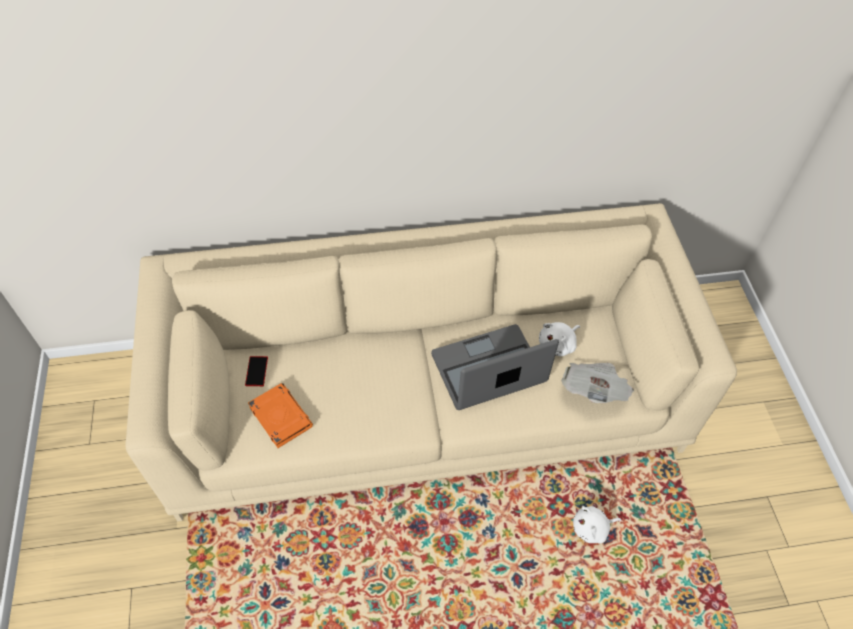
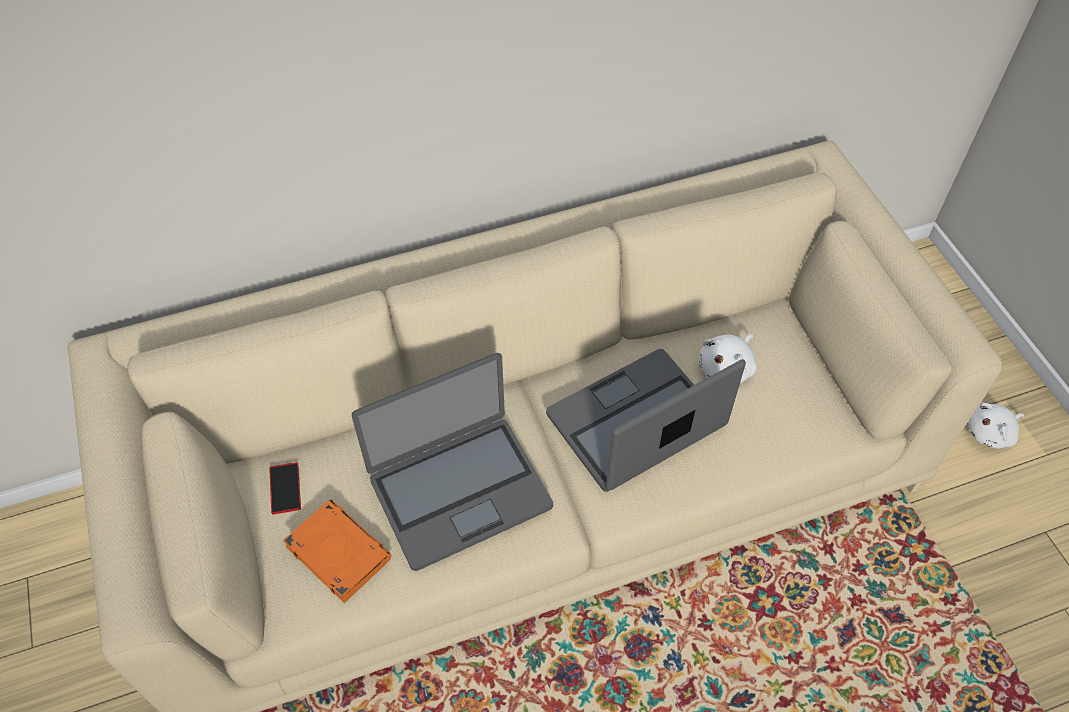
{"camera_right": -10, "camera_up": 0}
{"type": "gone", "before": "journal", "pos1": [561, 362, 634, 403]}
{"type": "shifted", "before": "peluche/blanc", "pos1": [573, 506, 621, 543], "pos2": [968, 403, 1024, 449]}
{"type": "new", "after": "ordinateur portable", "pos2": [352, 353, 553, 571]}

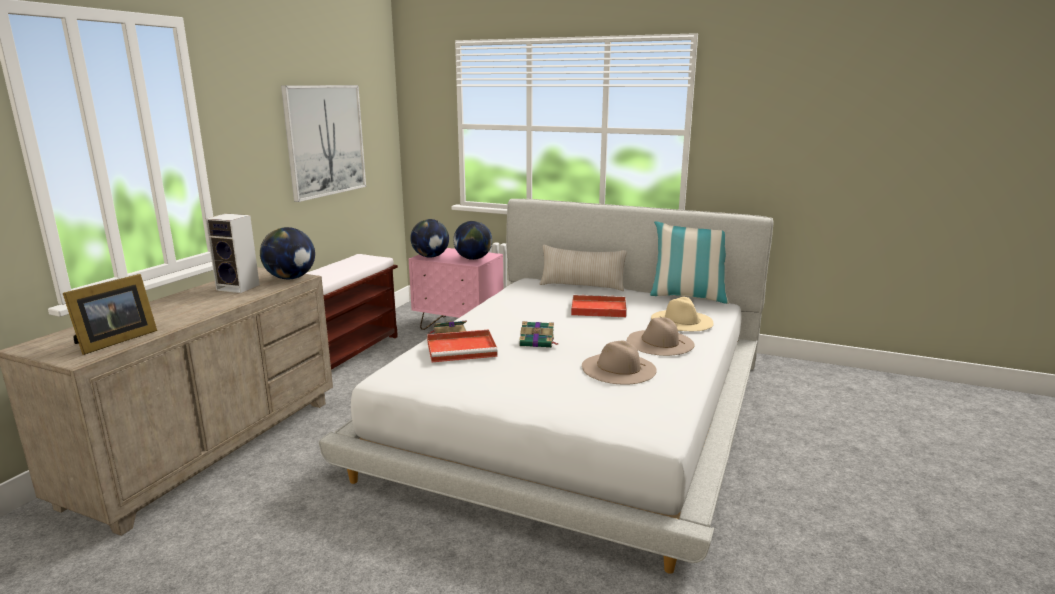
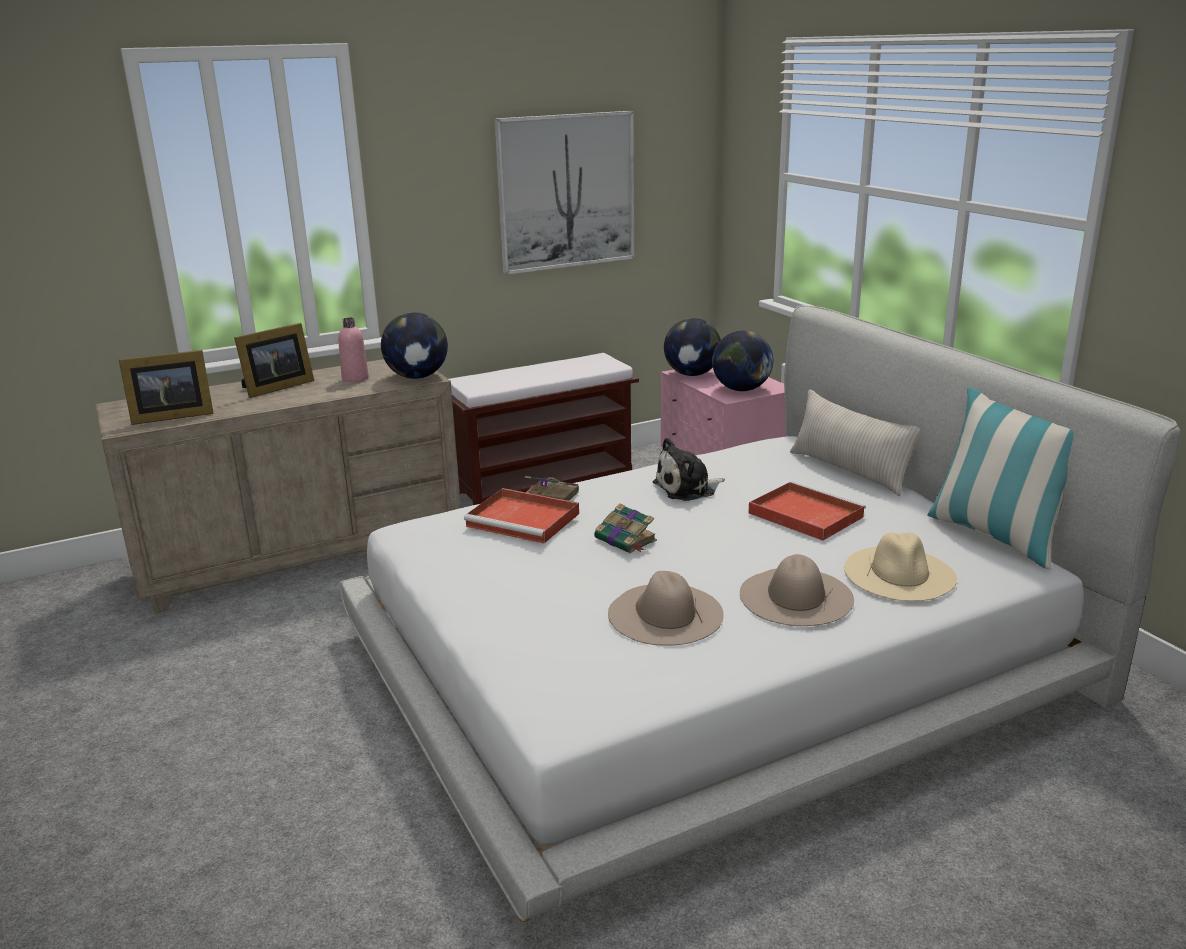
{"camera_right": 40, "camera_up": 5}
{"type": "swapped", "before": "enceinte", "after": "bouteille/rose", "pos1": [205, 213, 260, 293], "pos2": [338, 317, 369, 382]}
{"type": "new", "after": "cadre photo", "pos2": [234, 323, 314, 398]}
{"type": "new", "after": "peluche", "pos2": [653, 437, 725, 501]}

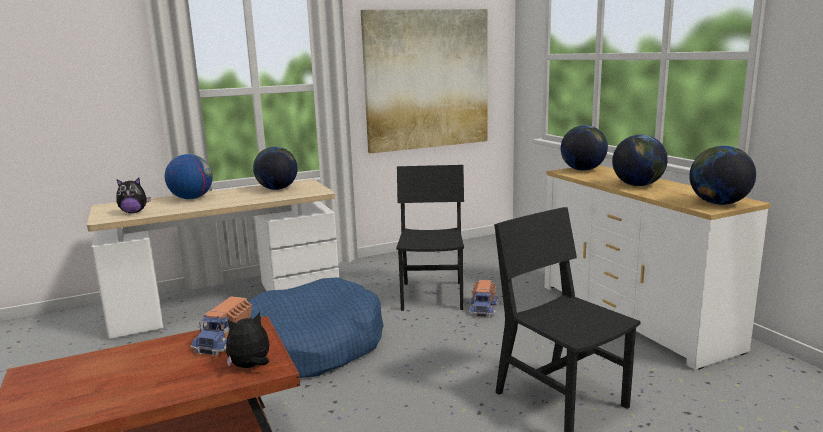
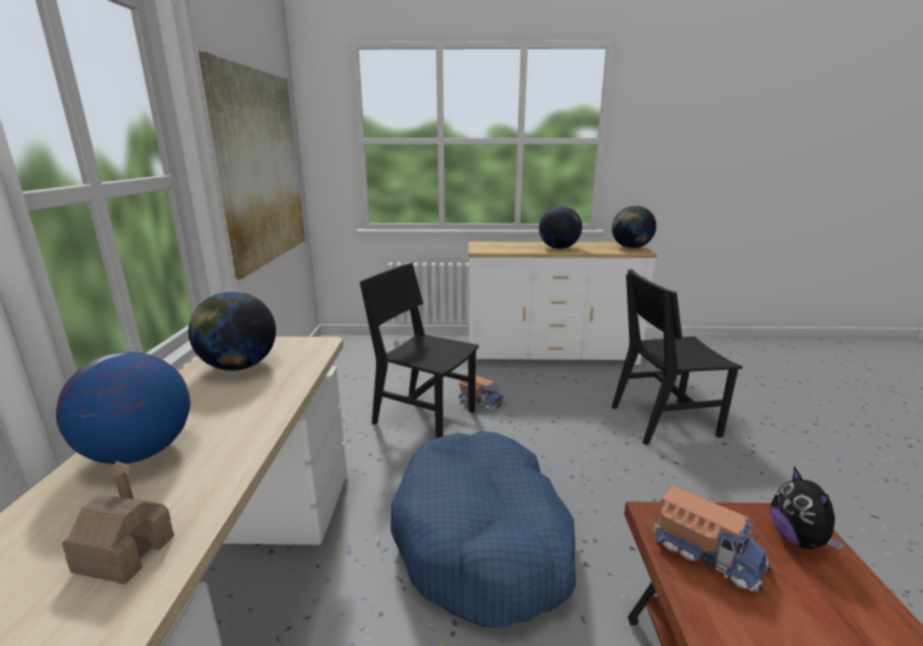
{"camera_right": -65, "camera_up": 5}
{"type": "gone", "before": "globe", "pos1": [561, 125, 608, 171]}
{"type": "swapped", "before": "peluche", "after": "maison miniature", "pos1": [116, 178, 151, 213], "pos2": [62, 461, 174, 585]}

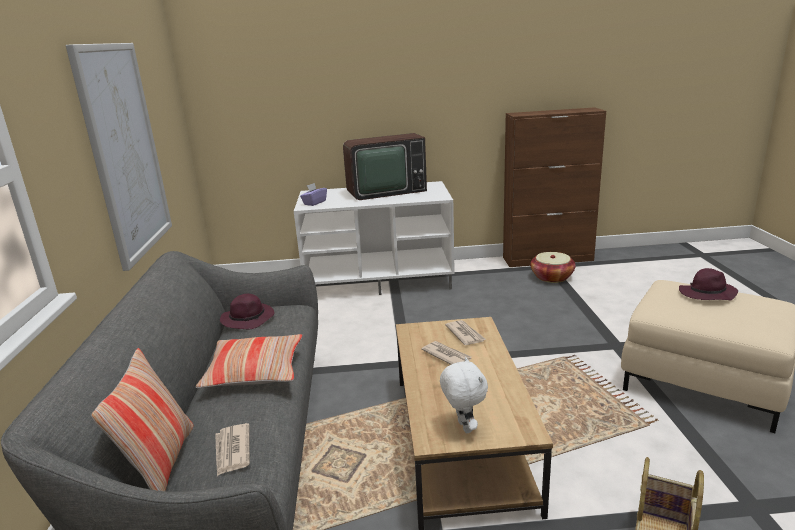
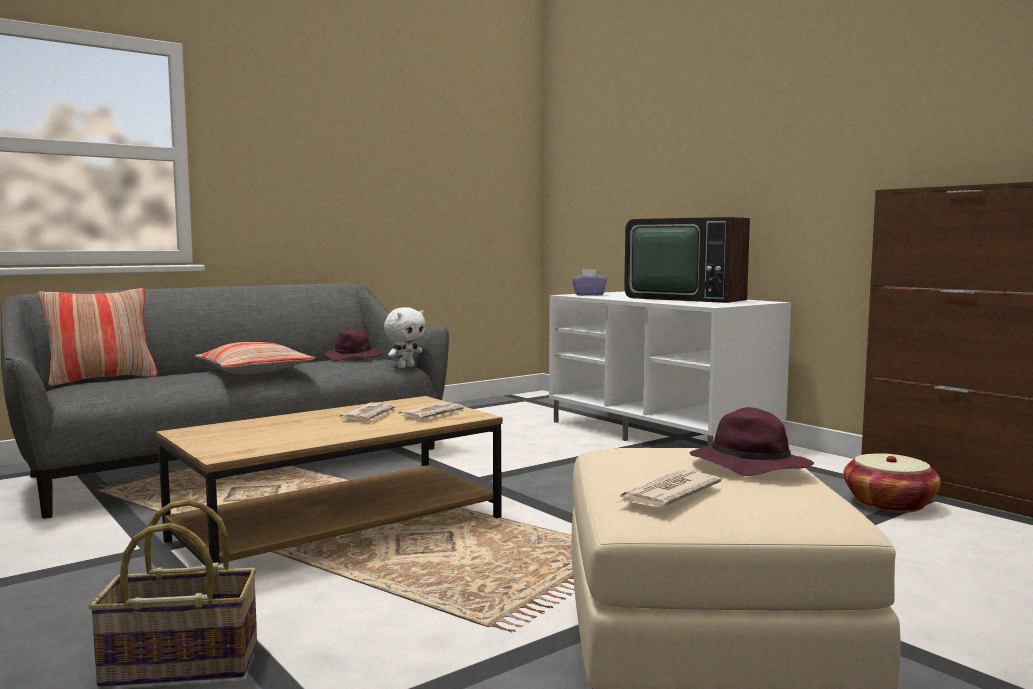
{"camera_right": 55, "camera_up": -15}
{"type": "gone", "before": "tableau", "pos1": [66, 43, 172, 271]}
{"type": "shifted", "before": "peluche/blanc", "pos1": [440, 357, 488, 433], "pos2": [384, 307, 426, 368]}
{"type": "shifted", "before": "journal", "pos1": [215, 423, 250, 476], "pos2": [618, 470, 722, 507]}

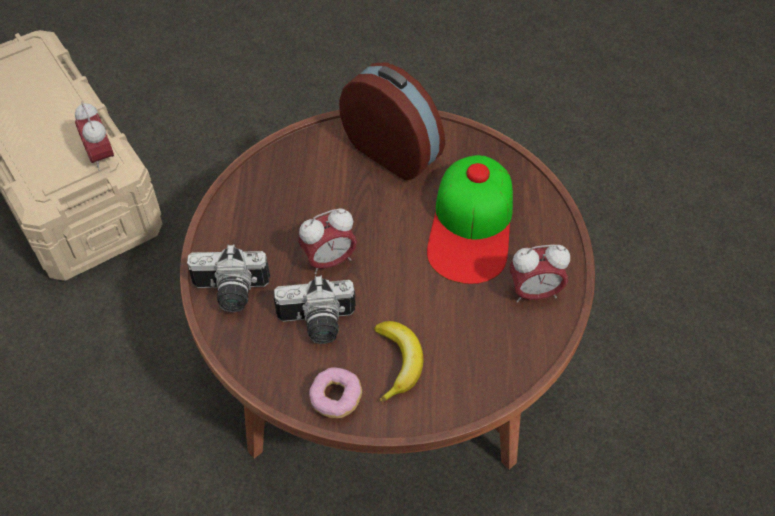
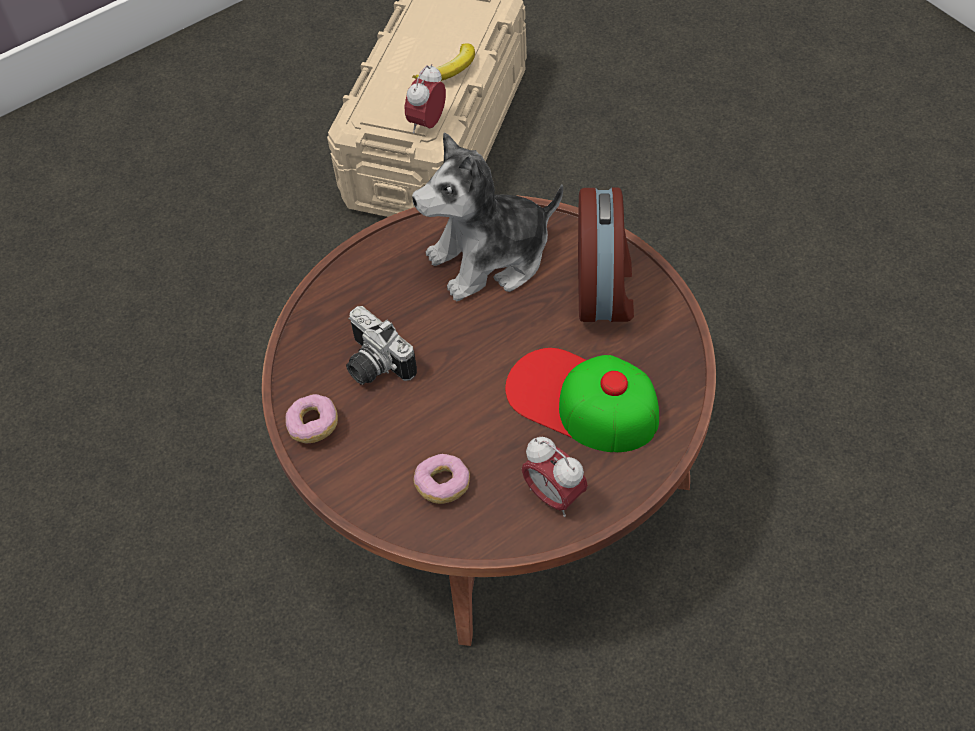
{"camera_right": 55, "camera_up": 0}
{"type": "rotated", "before": "casquette", "pos1": [427, 155, 513, 284], "pos2": [505, 348, 659, 452], "turn": 60}
{"type": "gone", "before": "réveil", "pos1": [299, 209, 357, 274]}
{"type": "gone", "before": "appareil photo", "pos1": [187, 244, 270, 312]}
{"type": "shifted", "before": "banane", "pos1": [374, 321, 423, 402], "pos2": [412, 43, 475, 81]}
{"type": "new", "after": "peluche", "pos2": [412, 132, 563, 301]}
{"type": "new", "after": "beignet", "pos2": [414, 454, 470, 504]}

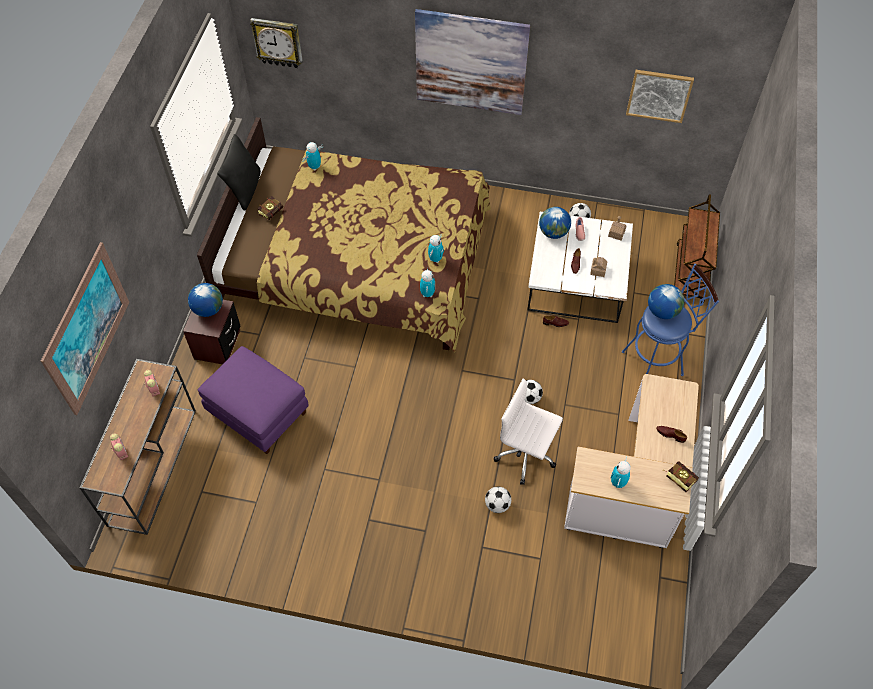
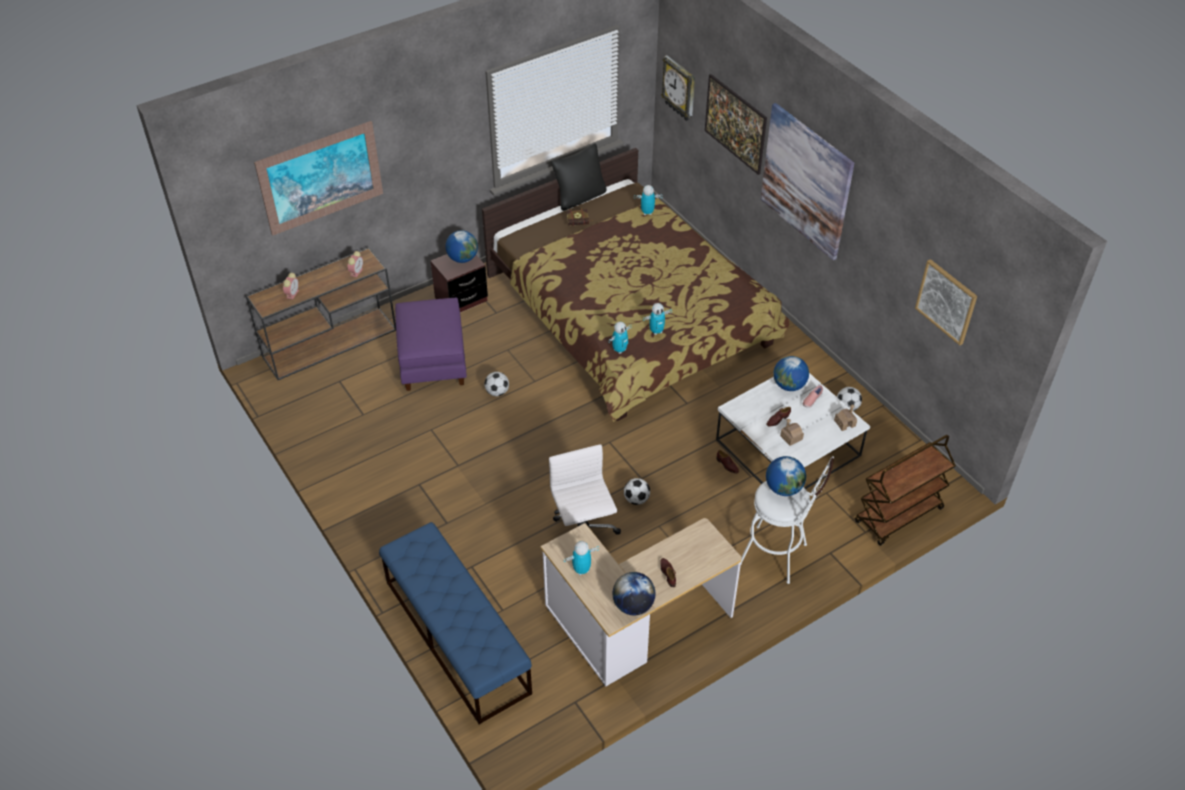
{"camera_right": 45, "camera_up": -10}
{"type": "repainted", "before": "tabouret/bleu", "after": "tabouret/blanc", "pos1": [622, 264, 719, 376], "pos2": [741, 456, 834, 584]}
{"type": "swapped", "before": "livre", "after": "globe", "pos1": [663, 462, 699, 492], "pos2": [612, 572, 656, 615]}
{"type": "shifted", "before": "ballon de foot", "pos1": [485, 487, 511, 513], "pos2": [484, 372, 509, 396]}
{"type": "new", "after": "tableau", "pos2": [705, 74, 767, 175]}
{"type": "new", "after": "banc/bleu", "pos2": [379, 522, 532, 724]}

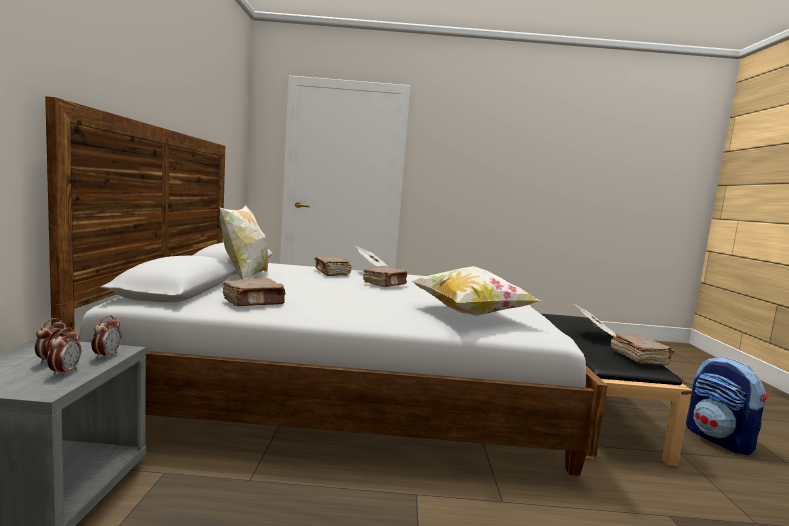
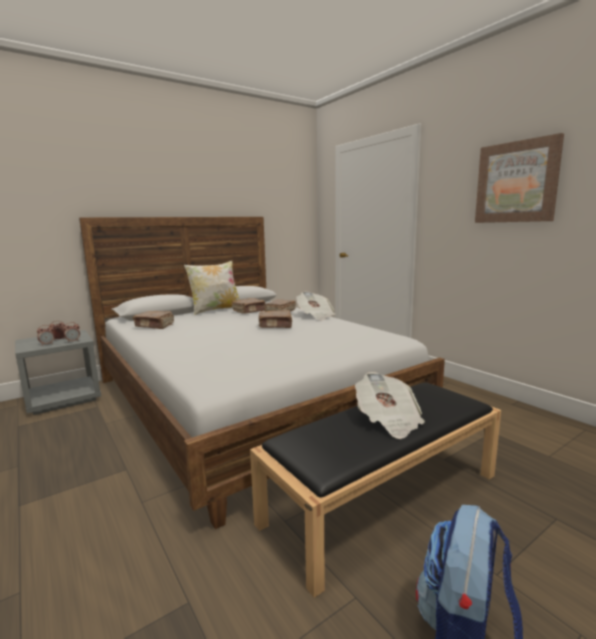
{"camera_right": 55, "camera_up": 5}
{"type": "gone", "before": "coussin", "pos1": [412, 266, 541, 316]}
{"type": "shifted", "before": "livre/marron", "pos1": [611, 333, 674, 365], "pos2": [232, 298, 265, 314]}
{"type": "new", "after": "tableau", "pos2": [475, 133, 564, 223]}

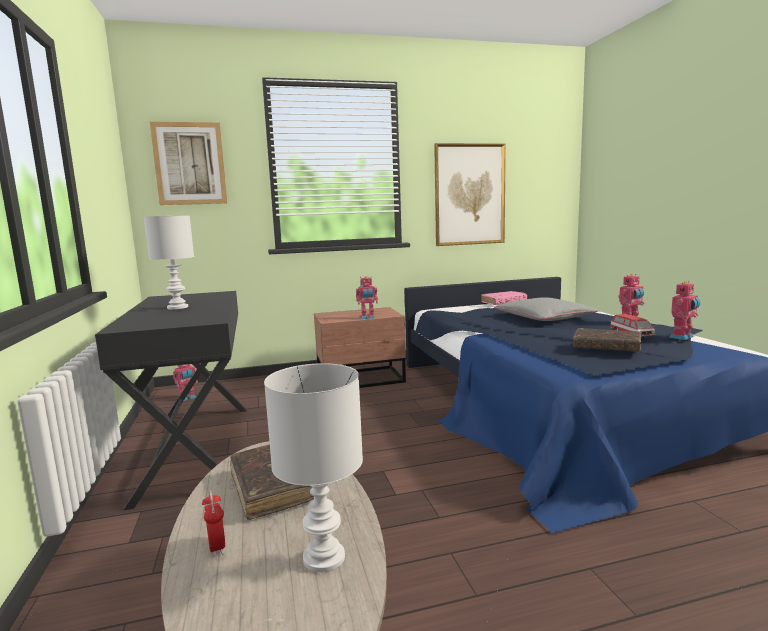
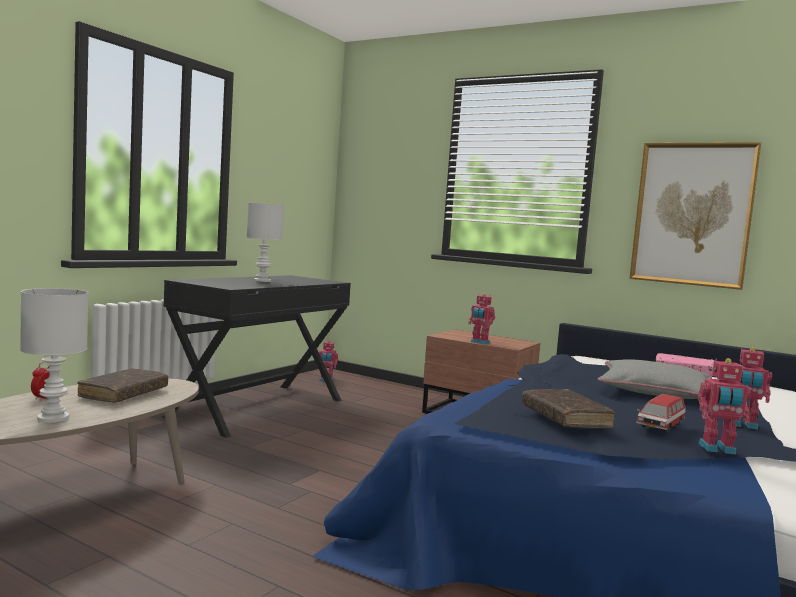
{"camera_right": 45, "camera_up": -5}
{"type": "gone", "before": "tableau", "pos1": [150, 122, 227, 205]}

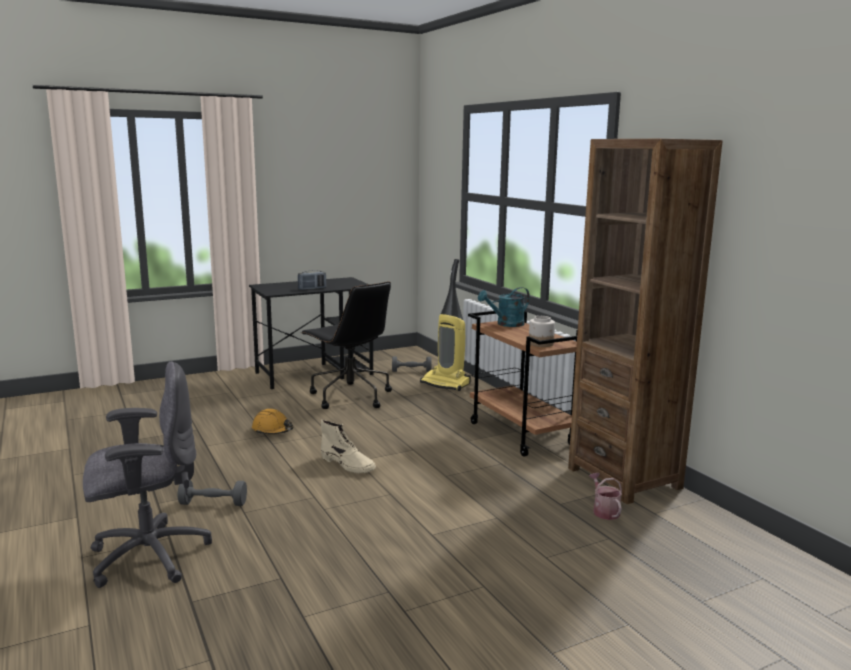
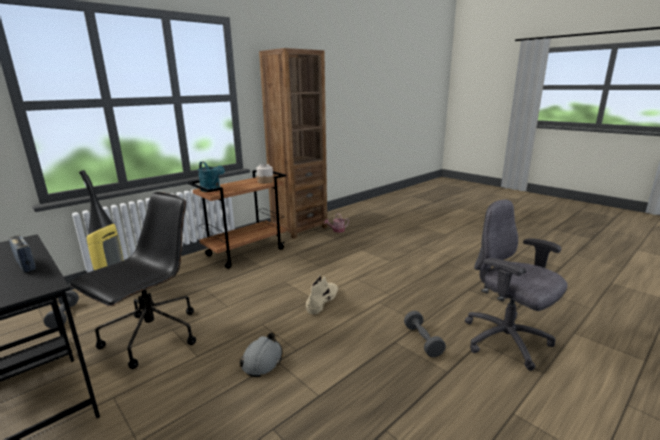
{"camera_right": -105, "camera_up": 5}
{"type": "repainted", "before": "casque de chantier/orange", "after": "casque de chantier/gris", "pos1": [252, 409, 294, 435], "pos2": [239, 332, 283, 377]}

